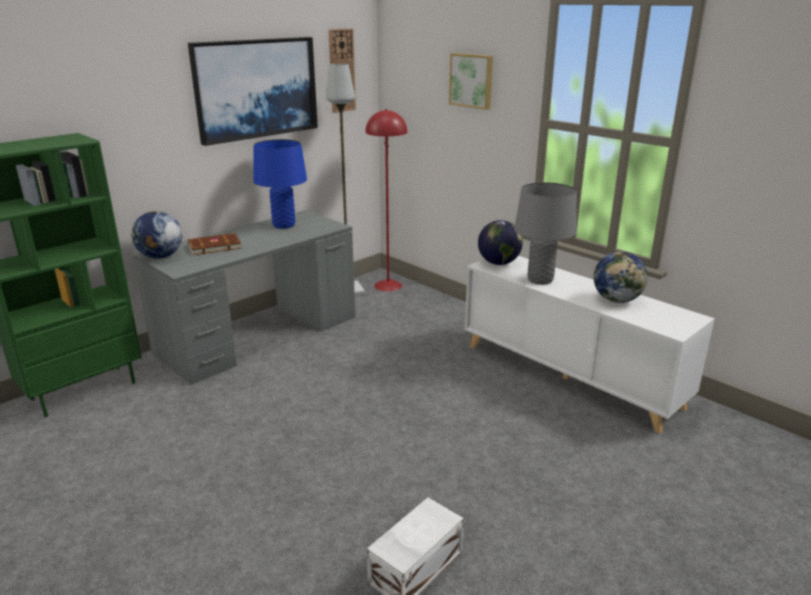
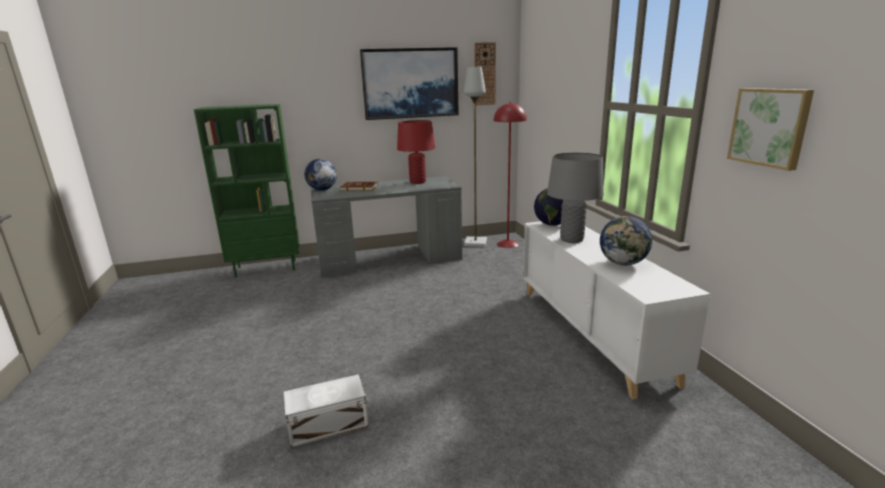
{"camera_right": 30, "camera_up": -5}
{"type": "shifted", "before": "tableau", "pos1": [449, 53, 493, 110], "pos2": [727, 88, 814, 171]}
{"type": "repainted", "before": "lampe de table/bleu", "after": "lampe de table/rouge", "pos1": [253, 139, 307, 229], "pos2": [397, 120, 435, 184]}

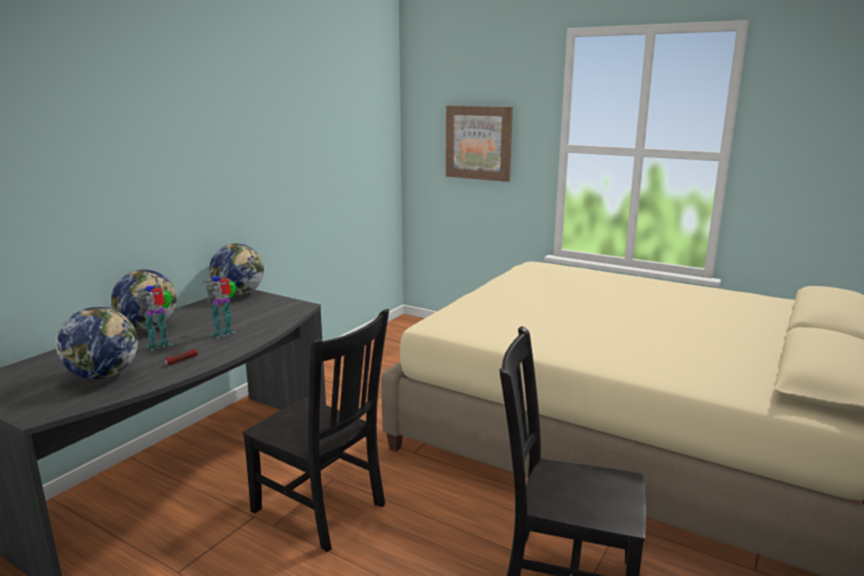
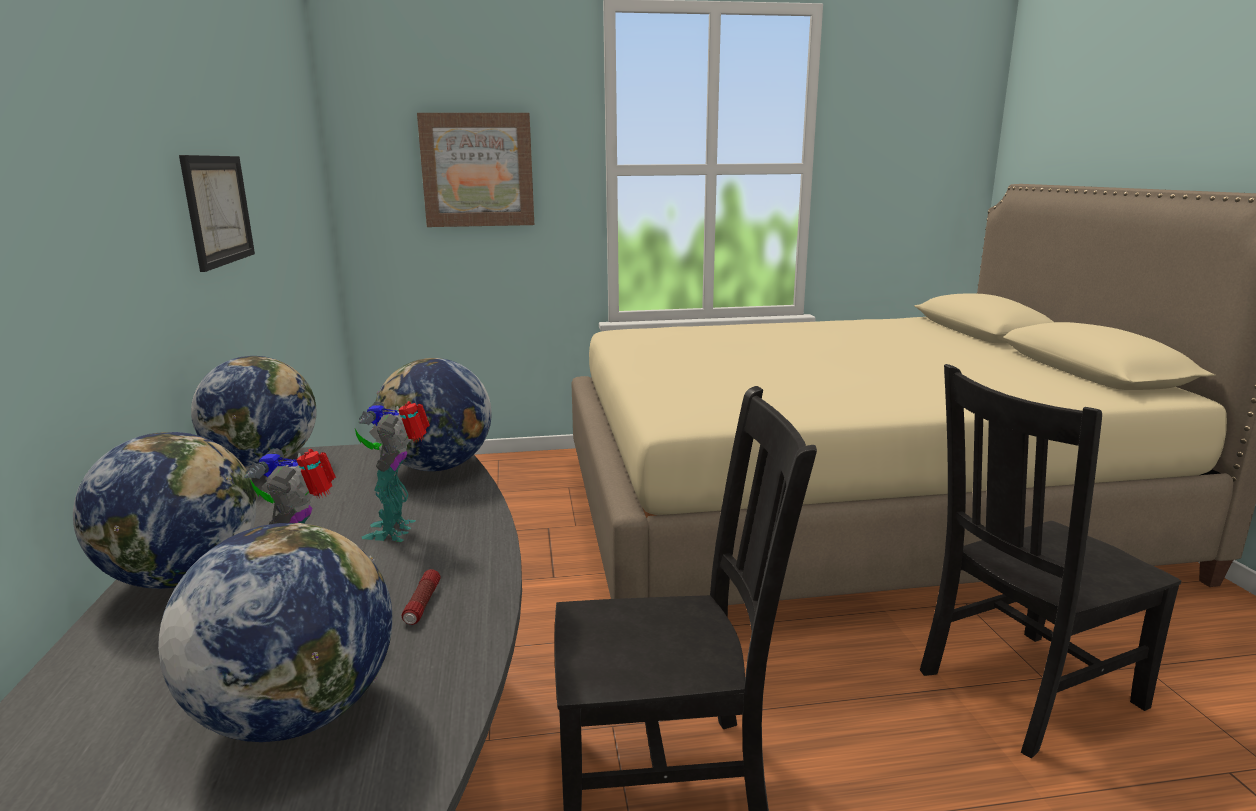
{"camera_right": -40, "camera_up": 0}
{"type": "new", "after": "tableau", "pos2": [179, 155, 255, 272]}
{"type": "new", "after": "globe", "pos2": [374, 358, 492, 471]}

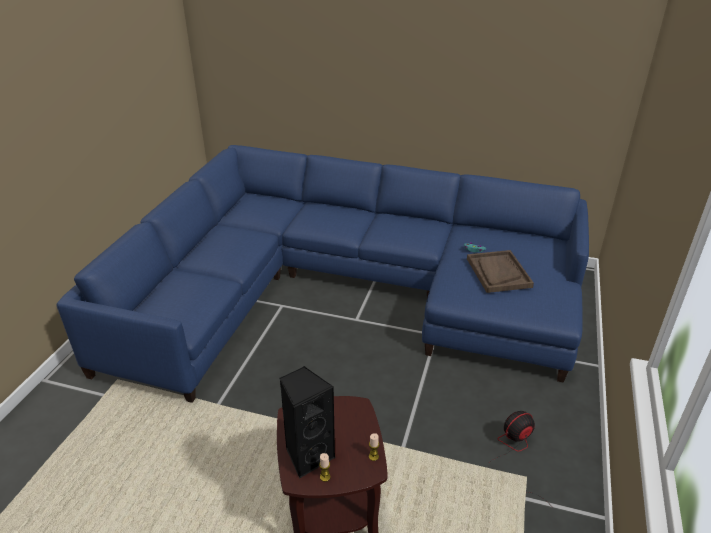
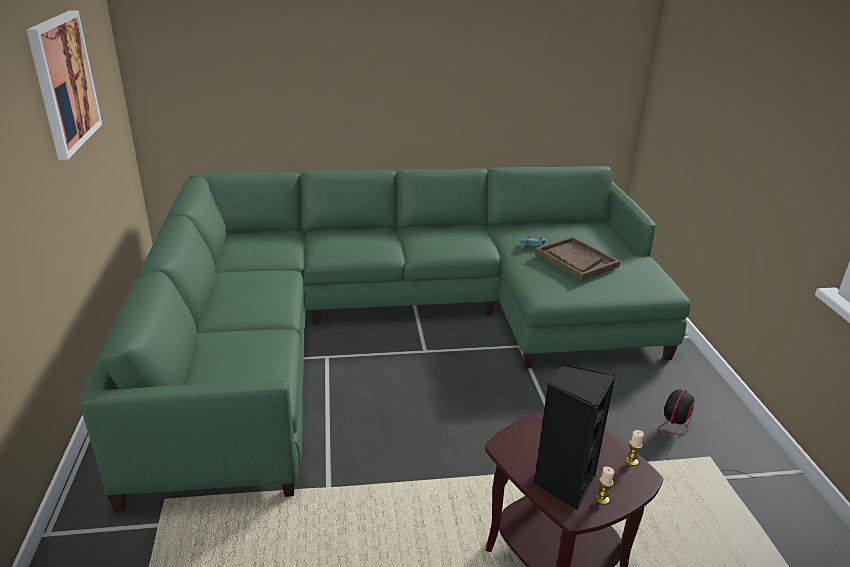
{"camera_right": -25, "camera_up": -5}
{"type": "repainted", "before": "canapé/bleu", "after": "canapé/vert", "pos1": [56, 145, 589, 403], "pos2": [80, 166, 691, 512]}
{"type": "new", "after": "tableau", "pos2": [26, 10, 102, 160]}

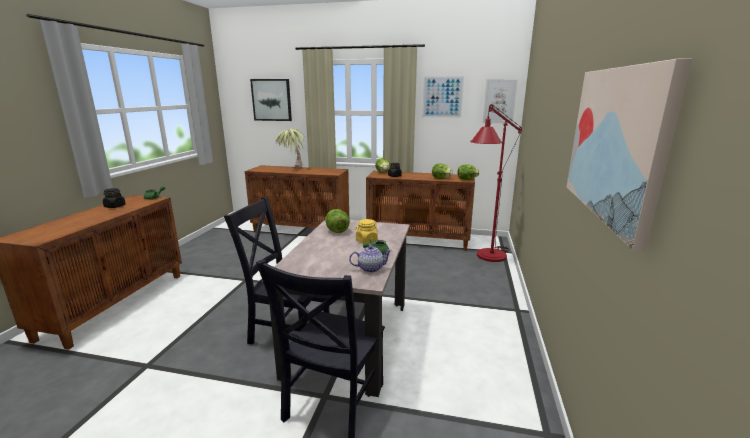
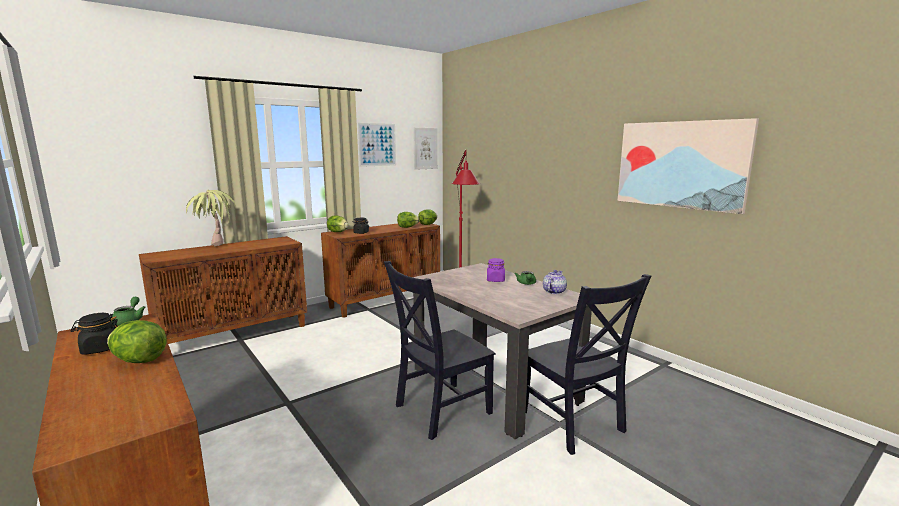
{"camera_right": -50, "camera_up": -5}
{"type": "gone", "before": "tableau", "pos1": [250, 79, 292, 121]}
{"type": "shifted", "before": "laitue", "pos1": [325, 209, 350, 233], "pos2": [107, 320, 167, 363]}
{"type": "repainted", "before": "bocal/jaune", "after": "bocal/violet", "pos1": [355, 219, 378, 244], "pos2": [487, 258, 505, 282]}

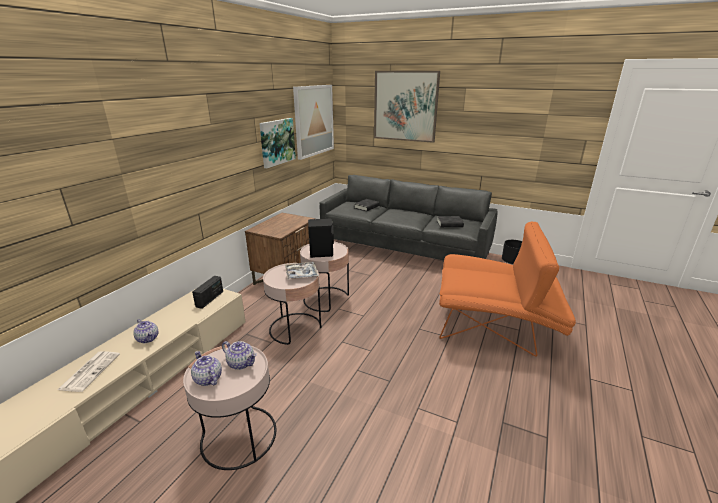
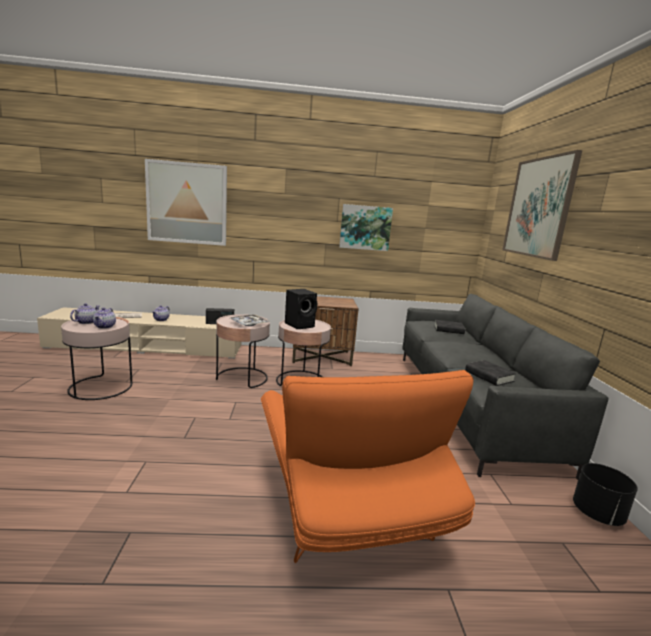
{"camera_right": 60, "camera_up": -10}
{"type": "shifted", "before": "tableau", "pos1": [293, 85, 334, 160], "pos2": [145, 159, 227, 246]}

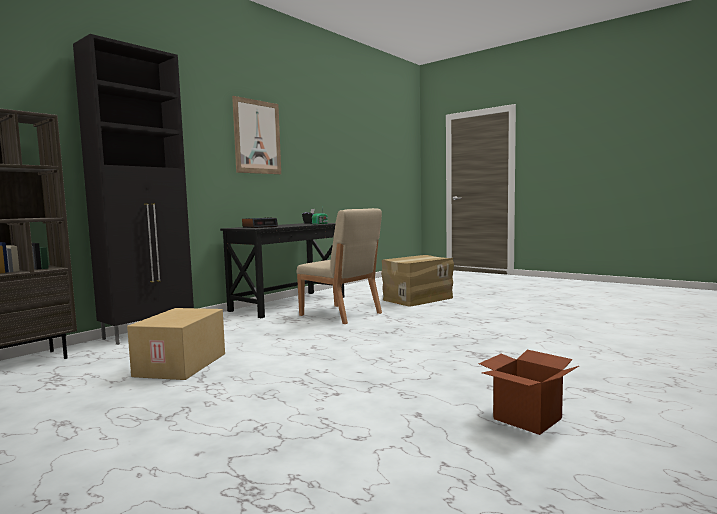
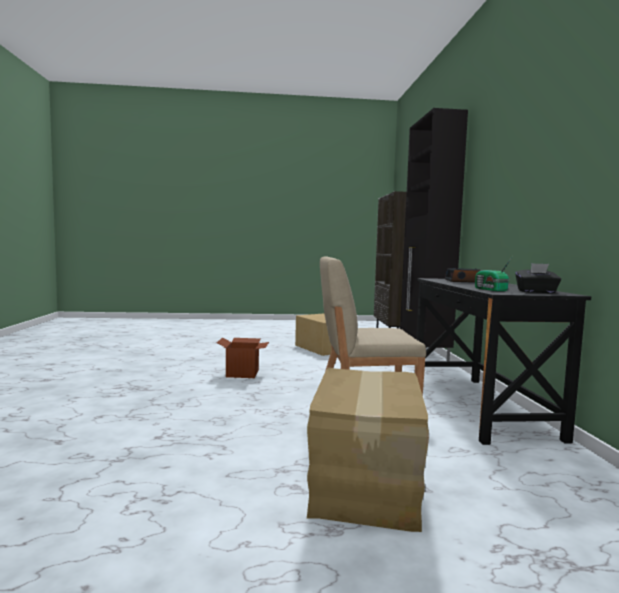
{"camera_right": 135, "camera_up": 0}
{"type": "gone", "before": "tableau", "pos1": [232, 96, 281, 174]}
{"type": "shifted", "before": "carton", "pos1": [479, 350, 579, 435], "pos2": [217, 337, 269, 378]}

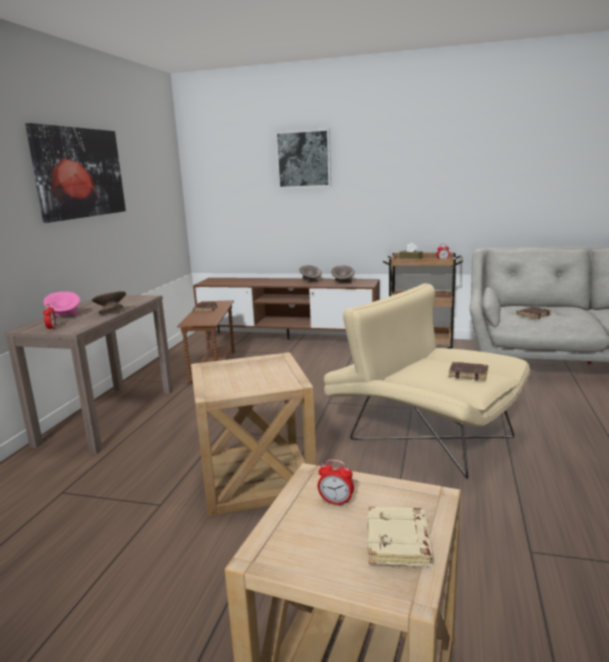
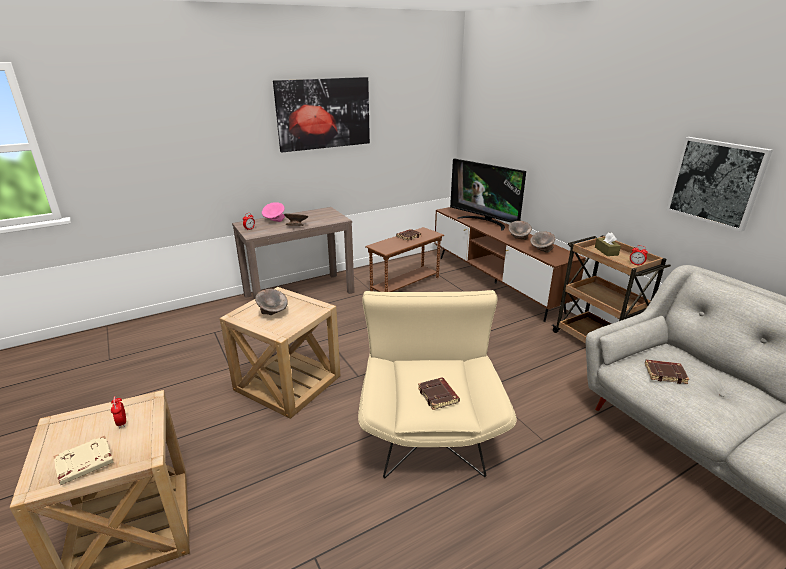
{"camera_right": 45, "camera_up": 10}
{"type": "shifted", "before": "tableau", "pos1": [275, 128, 331, 189], "pos2": [666, 137, 773, 232]}
{"type": "new", "after": "téléviseur", "pos2": [450, 158, 526, 231]}
{"type": "new", "after": "bol/gris", "pos2": [255, 289, 288, 315]}

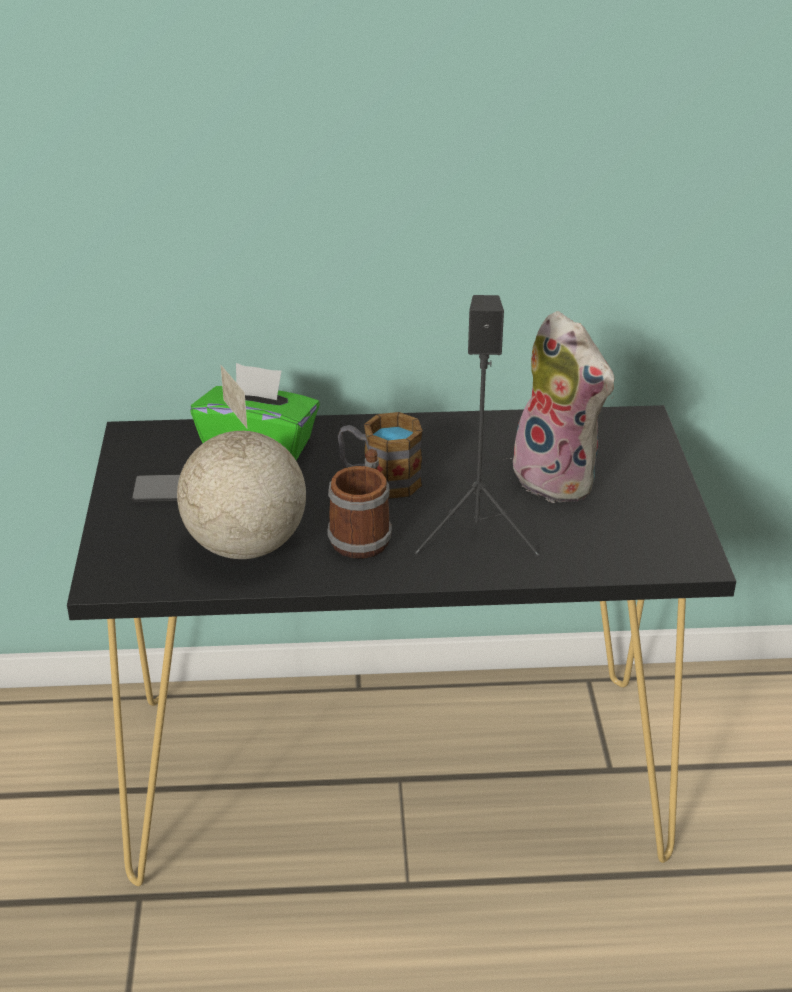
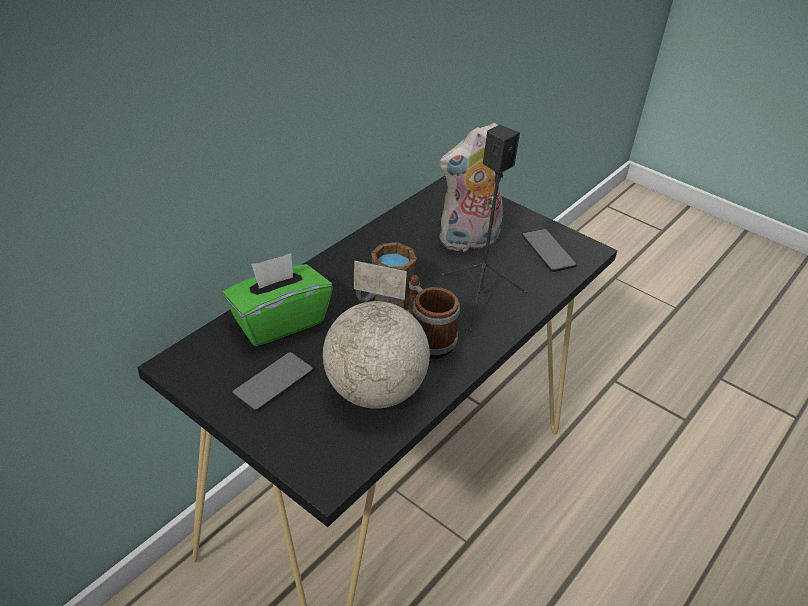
{"camera_right": -50, "camera_up": 5}
{"type": "rotated", "before": "peluche", "pos1": [509, 311, 615, 503], "pos2": [439, 123, 503, 252], "turn": 150}
{"type": "new", "after": "téléphone", "pos2": [522, 229, 577, 272]}

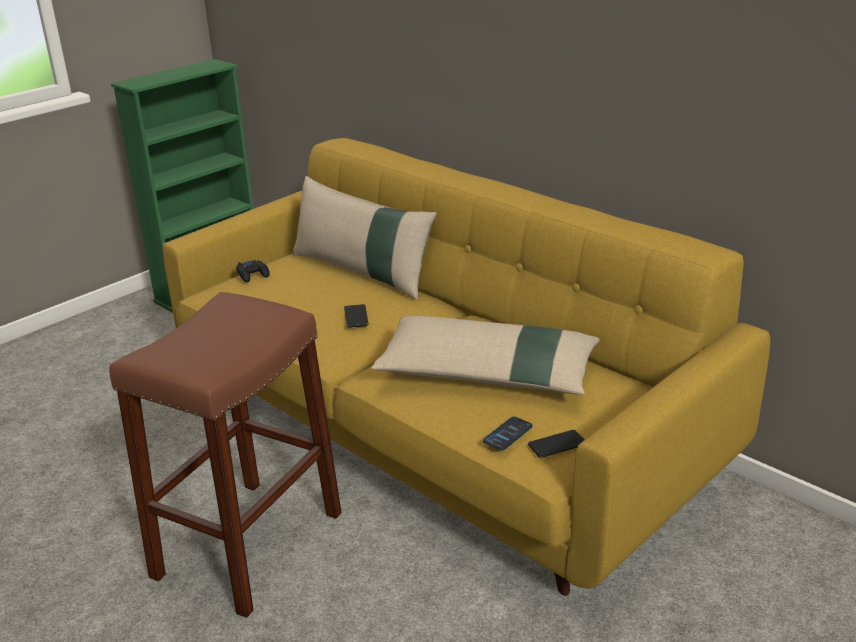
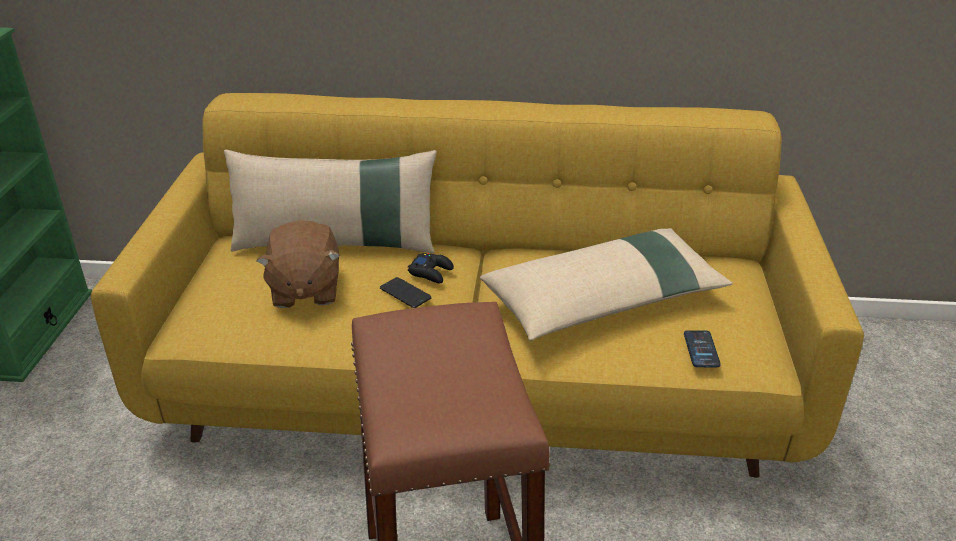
{"camera_right": -40, "camera_up": 5}
{"type": "shifted", "before": "manette/noir", "pos1": [236, 260, 270, 282], "pos2": [408, 253, 454, 283]}
{"type": "gone", "before": "téléphone", "pos1": [528, 430, 584, 458]}
{"type": "new", "after": "peluche/marron", "pos2": [257, 220, 340, 308]}

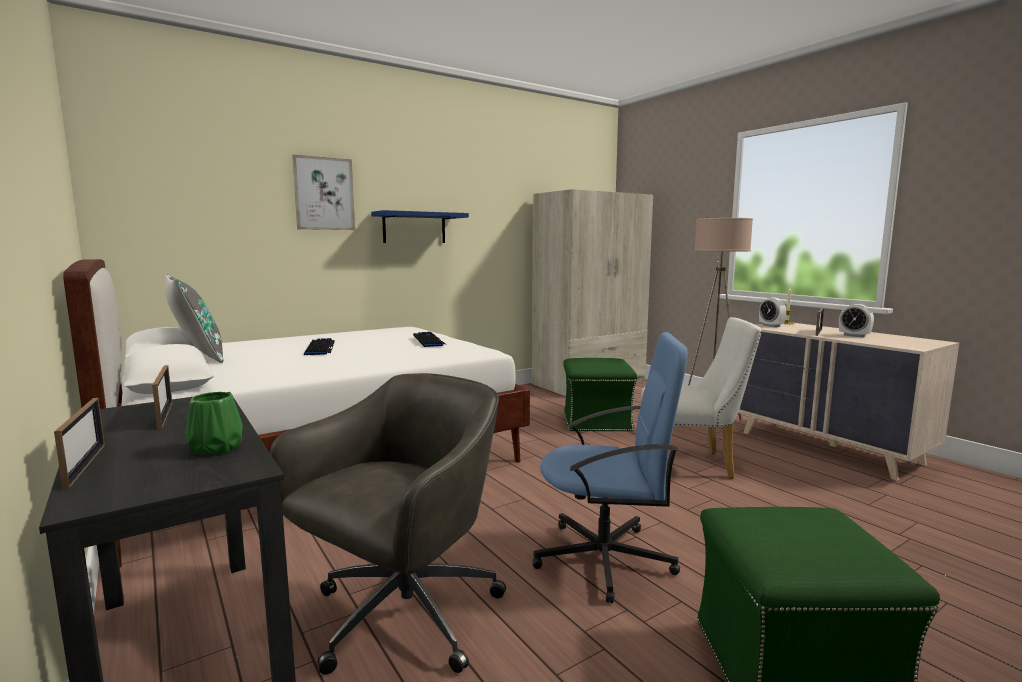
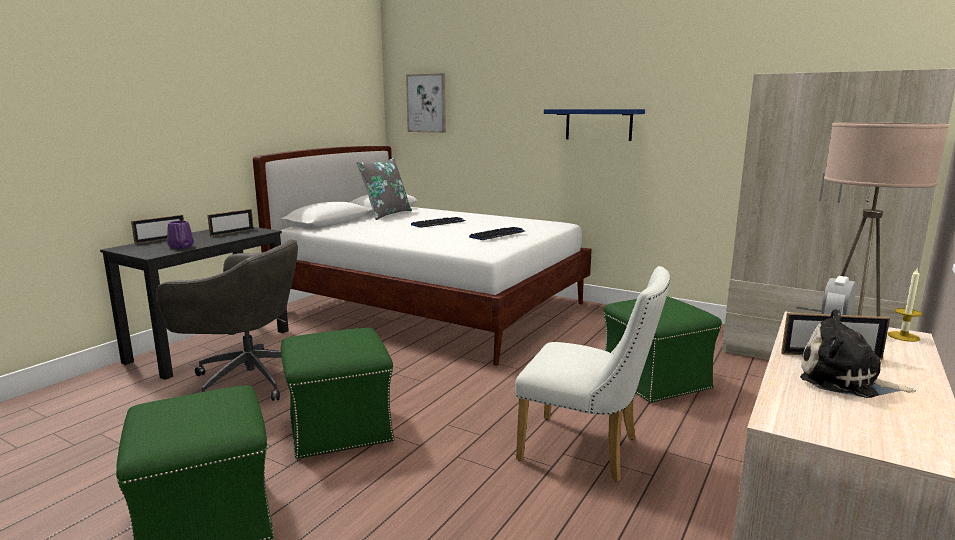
{"camera_right": 65, "camera_up": 5}
{"type": "shifted", "before": "tableau", "pos1": [292, 155, 355, 230], "pos2": [406, 73, 446, 133]}
{"type": "swapped", "before": "réveil", "after": "peluche", "pos1": [839, 304, 874, 338], "pos2": [800, 309, 916, 398]}
{"type": "rotated", "before": "chaise/blanc", "pos1": [641, 317, 762, 478], "pos2": [515, 266, 670, 482], "turn": -45}
{"type": "swapped", "before": "chaise de bureau/bleu", "after": "pouf/vert", "pos1": [533, 332, 688, 604], "pos2": [281, 328, 394, 459]}
{"type": "repainted", "before": "vase/vert", "after": "vase/violet", "pos1": [186, 392, 243, 456], "pos2": [167, 221, 194, 249]}

